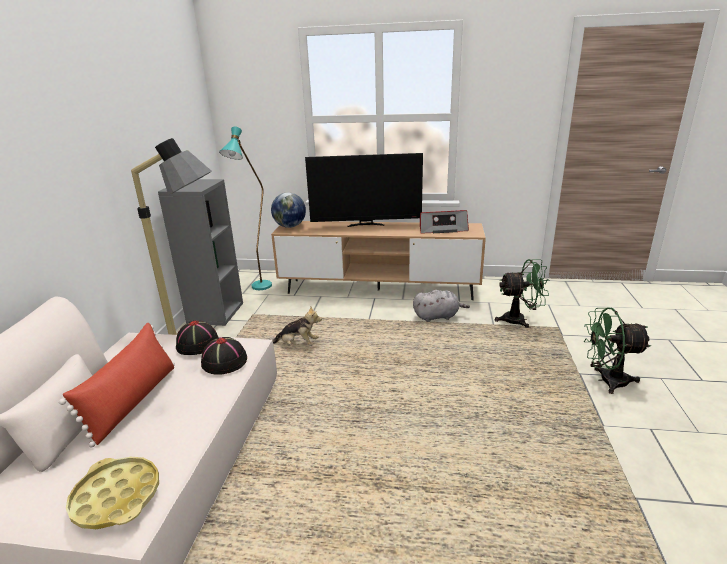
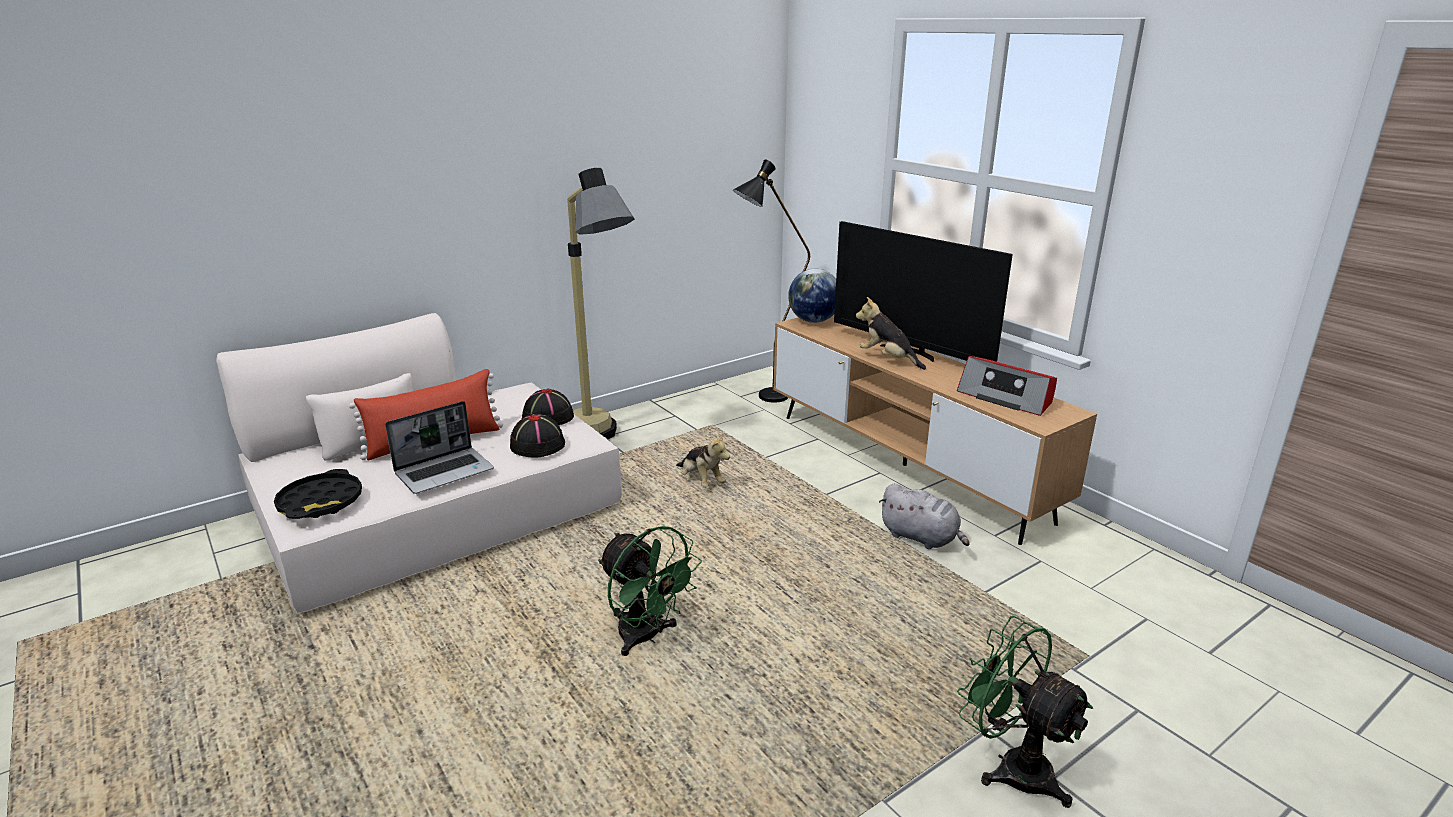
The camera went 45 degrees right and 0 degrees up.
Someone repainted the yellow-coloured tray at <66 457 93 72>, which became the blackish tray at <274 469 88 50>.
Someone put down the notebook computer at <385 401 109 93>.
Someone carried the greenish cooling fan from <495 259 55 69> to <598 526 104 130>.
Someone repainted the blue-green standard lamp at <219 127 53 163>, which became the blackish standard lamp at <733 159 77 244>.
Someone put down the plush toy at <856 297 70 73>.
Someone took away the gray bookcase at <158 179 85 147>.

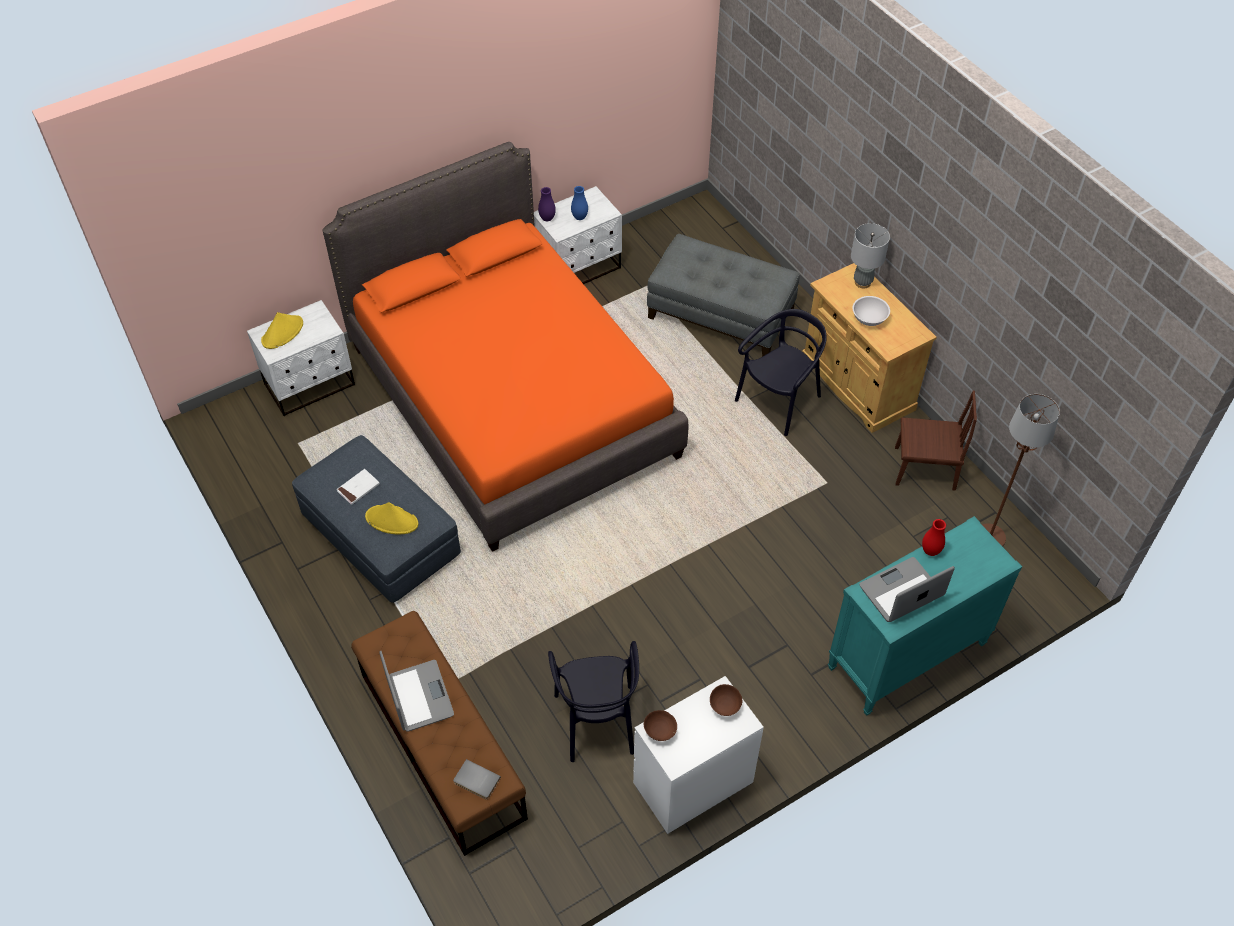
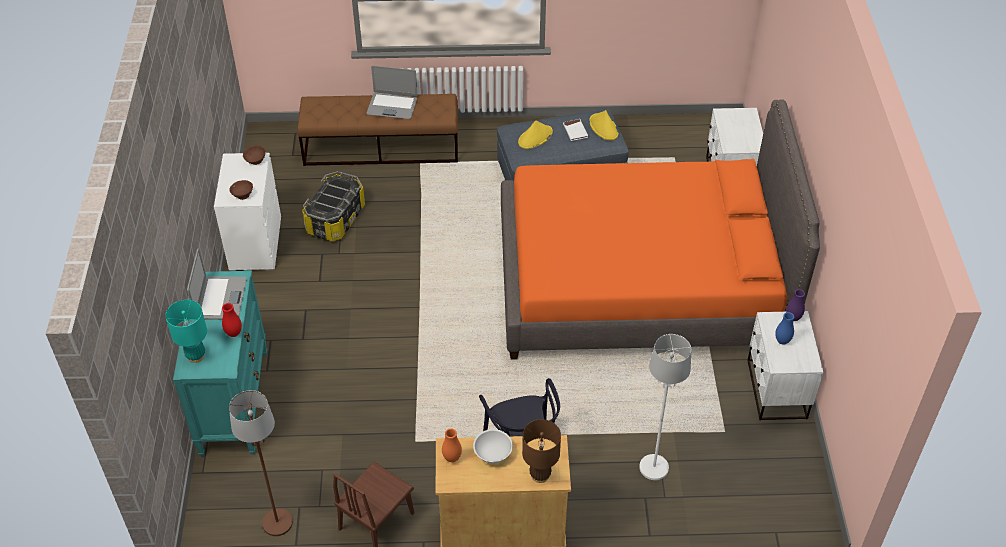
The camera went 120 degrees right and 5 degrees down.
Someone put down the blue-green tabletop lamp at <165 300 42 63>.
Someone swapped the blackish chair at <548 641 91 121> for the storage container at <302 171 63 70>.
Someone put down the orange decorative vase at <442 428 20 34>.
Someone repainted the gray tabletop lamp at <851 223 39 65>, which became the brown tabletop lamp at <522 419 39 64>.
Someone carried the yellow-coloured clothing hat from <261 312 42 37> to <589 110 29 31>.
Someone swapped the gray pouffe at <647 234 153 123> for the white-coloured standard lamp at <639 334 53 146>.
Someone took away the gray book at <453 759 48 41>.

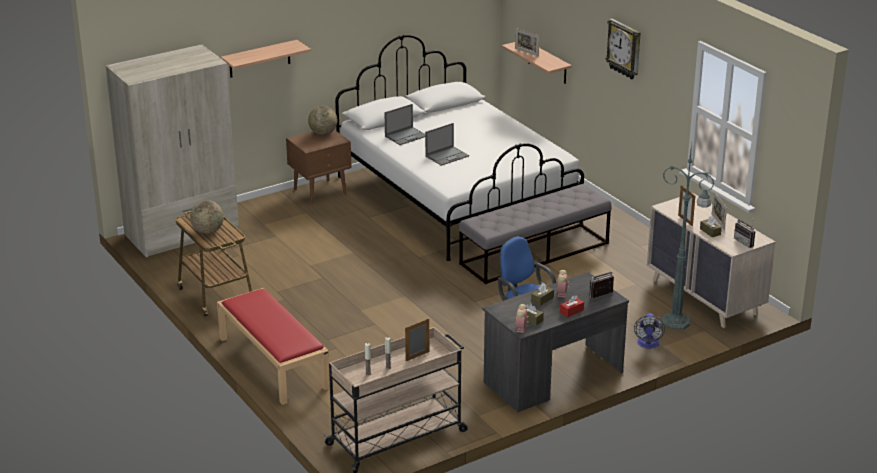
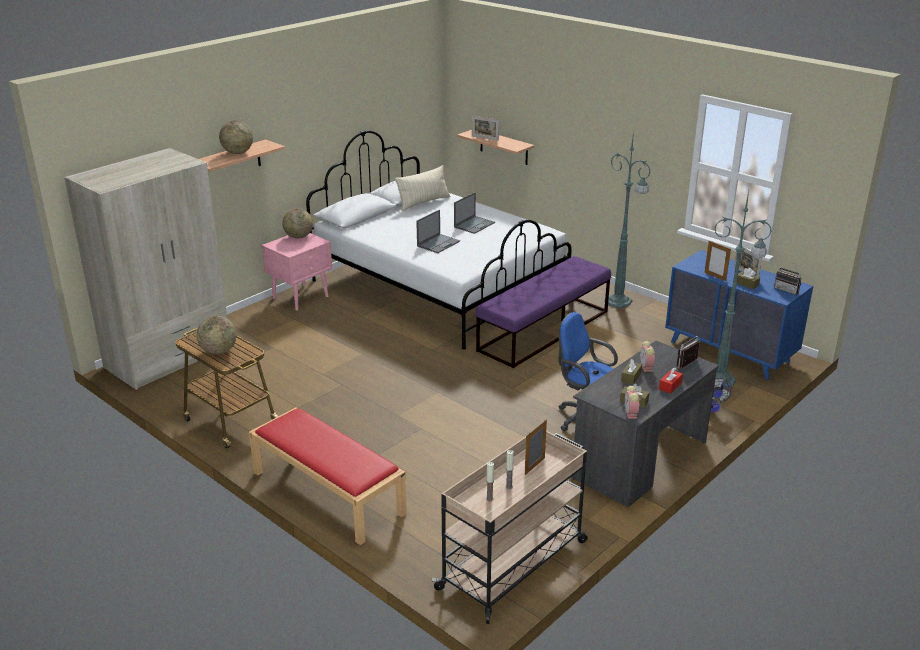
The camera went 15 degrees left and 0 degrees up.
Someone put down the world globe at <219 120 34 34>.
Someone repainted the brown night table at <286 130 65 74>, which became the pink night table at <262 233 70 77>.
Someone put down the sand-coloured pillow at <395 165 55 46>.
Someone carried the notebook computer from <384 104 41 41> to <454 192 41 42>.
Someone repainted the gray indoor bench at <459 184 153 100>, which became the purple indoor bench at <476 256 135 112>.
Someone put down the greenish standard lamp at <604 130 47 178>.
Someone repainted the sand-coloured drawer chest at <647 193 129 135>, which became the blue-coloured drawer chest at <665 250 148 130>.
Someone took away the wall clock at <605 19 36 60>.

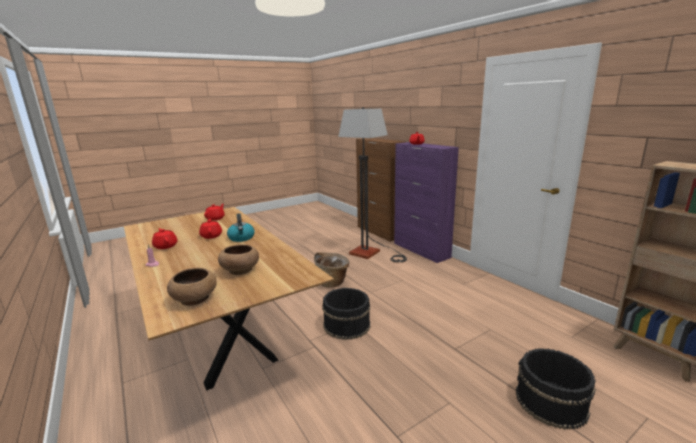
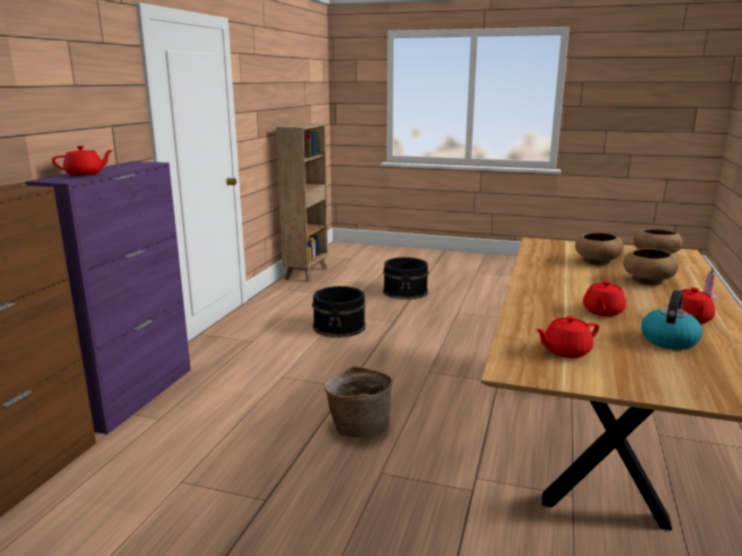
The camera went 130 degrees left and 0 degrees up.
Someone carried the blackish bucket from <322 288 48 52> to <312 286 54 52>.
Someone put down the brown deep dish at <623 248 56 37>.
Someone carried the kettle from <227 213 28 29> to <641 290 61 60>.
Someone took away the standard lamp at <338 107 69 155>.

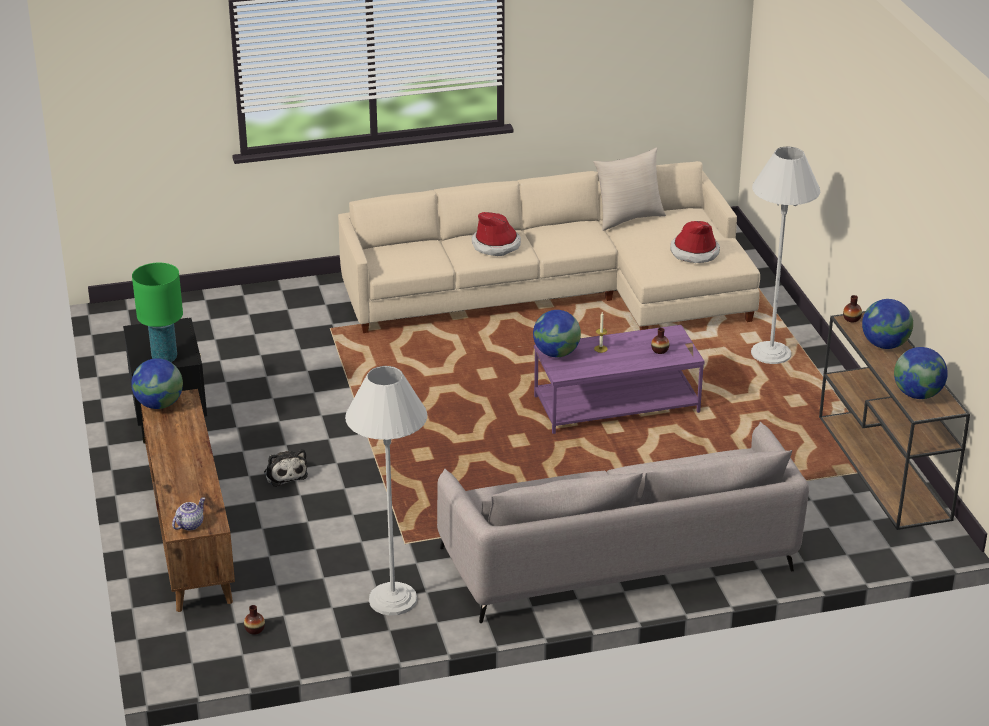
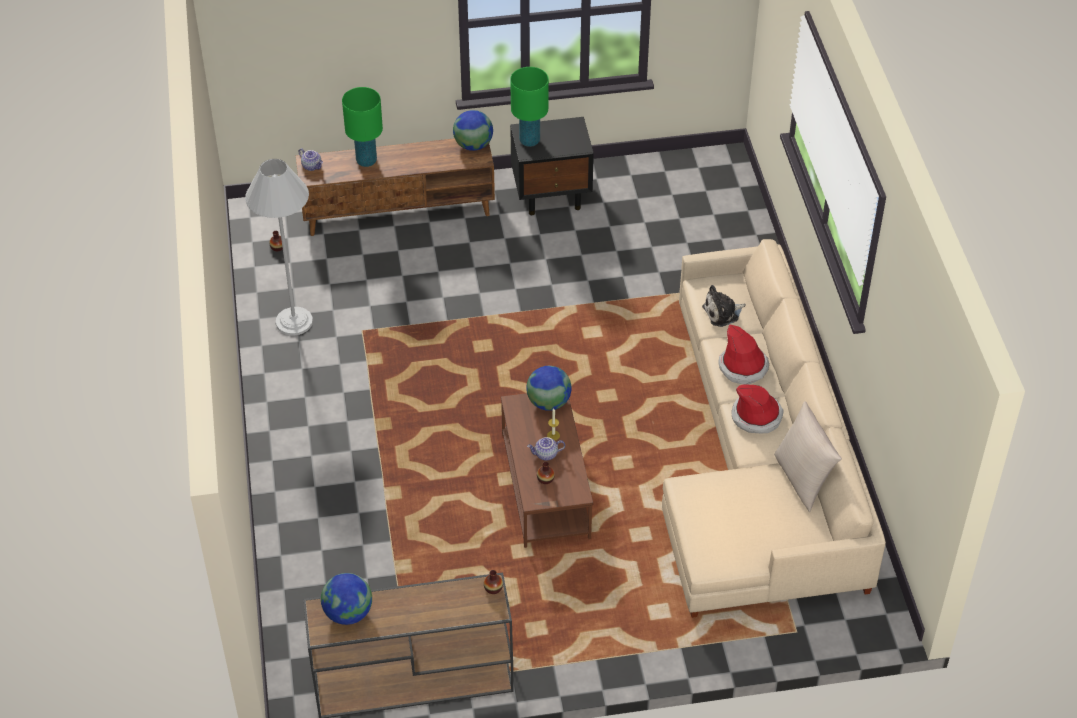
The camera went 95 degrees right and 15 degrees up.
Someone put down the greenish tabletop lamp at <342 87 41 80>.
Someone repainted the purple coffee table at <534 325 171 109>, which became the brown coffee table at <501 393 92 155>.
Someone put down the pot for tea at <527 437 38 24>.
Someone carried the plush toy from <264 449 44 38> to <702 285 44 42>.
Someone carried the clothing hat from <670 221 50 42> to <731 385 53 48>.
Someone took away the gray sofa at <437 422 372 201>.
Someone took away the white-coloured standard lamp at <751 147 69 217>.
Someone took away the world globe at <862 299 51 50>.

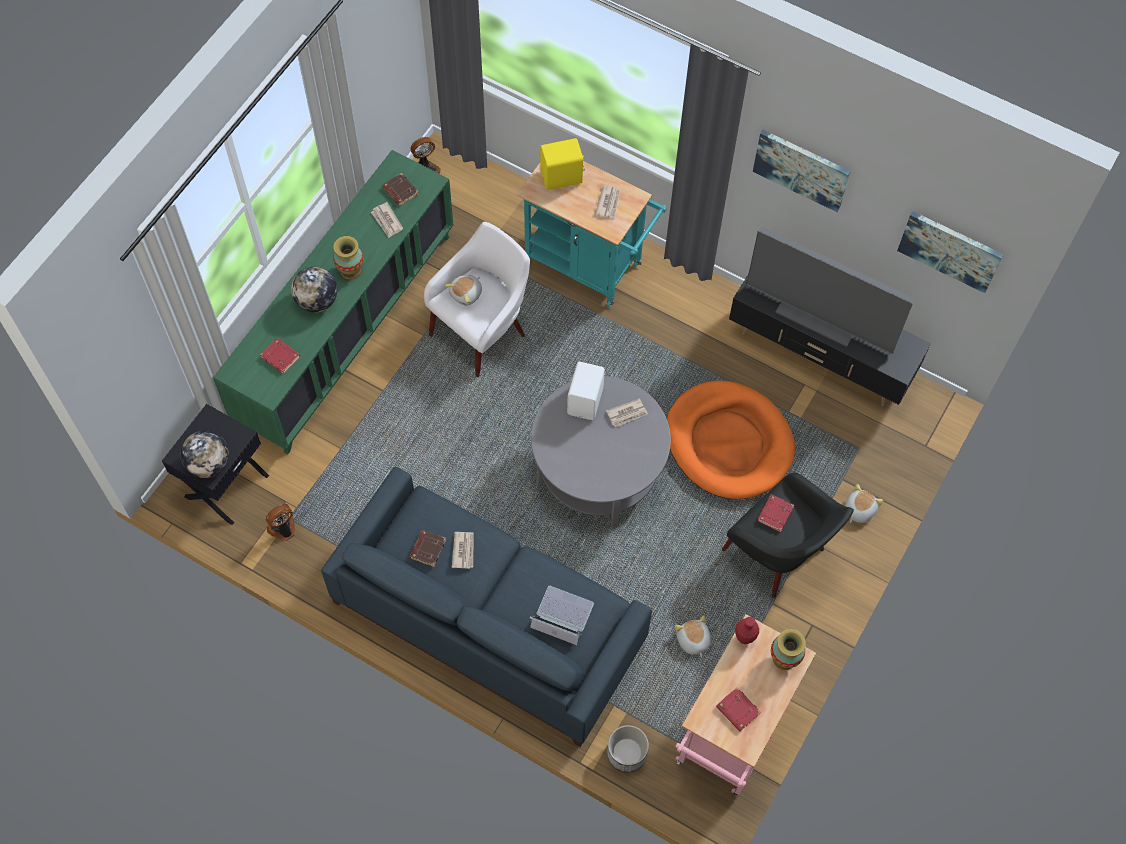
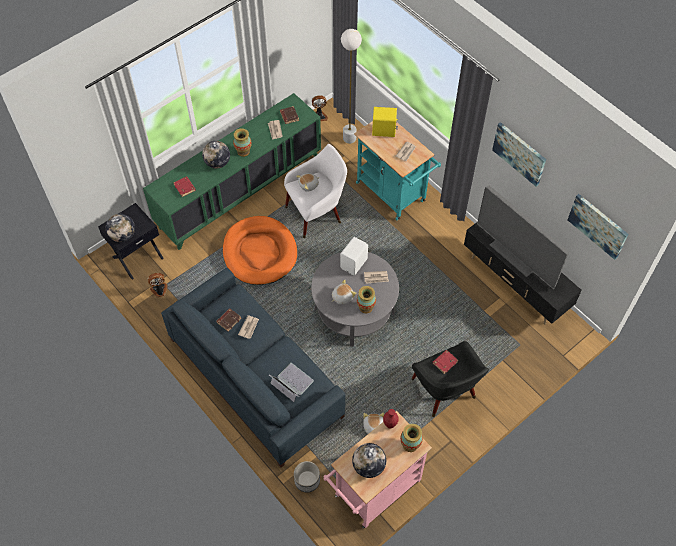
The camera went 20 degrees right and 5 degrees down.
Someone carried the orange dog bed from <667 380 128 119> to <223 216 74 69>.
Someone carried the plush toy from <845 484 38 39> to <331 279 25 25>.
Someone put down the white-coloured standard lamp at <341 29 21 115>.
Someone swapped the red book at <716 687 45 44> for the world globe at <352 443 34 35>.
Someone put down the decorative vase at <357 286 19 27>.

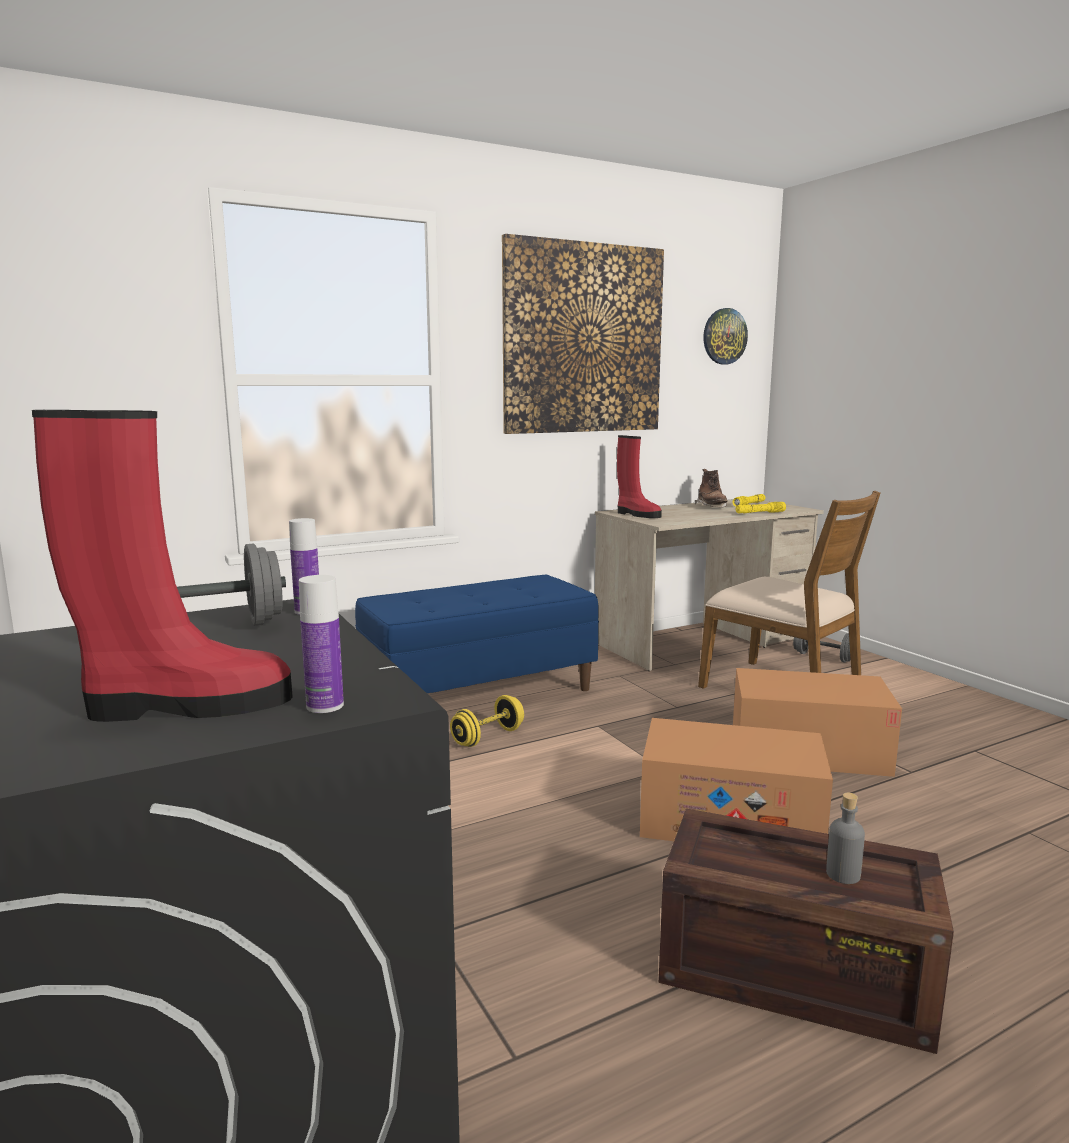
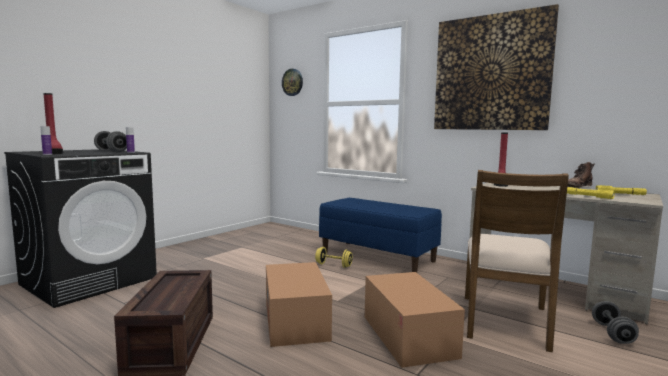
The camera went 65 degrees right and 5 degrees down.
Someone carried the wall clock from <703 308 45 56> to <282 69 21 27>.
Someone took away the gray drink bottle at <826 793 39 91>.

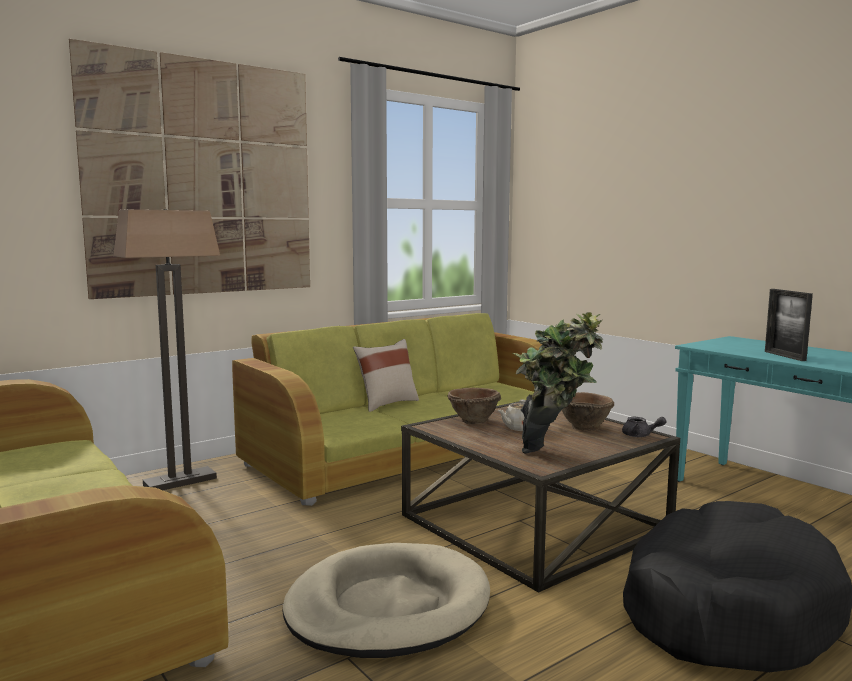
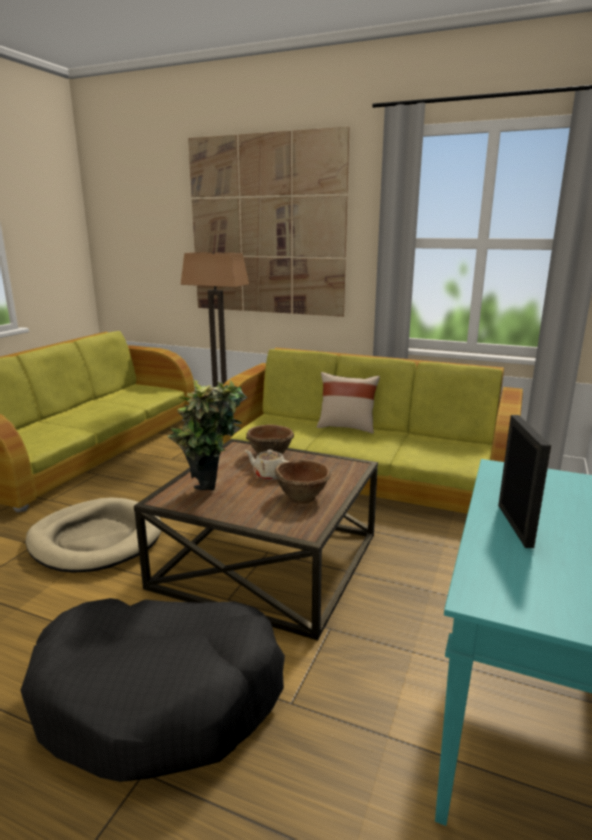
The camera went 60 degrees right and 10 degrees up.
Someone rotated the standing frame at <765 289 48 72> by 135 degrees clockwise.
Someone took away the gray pot for tea at <622 417 44 20>.

